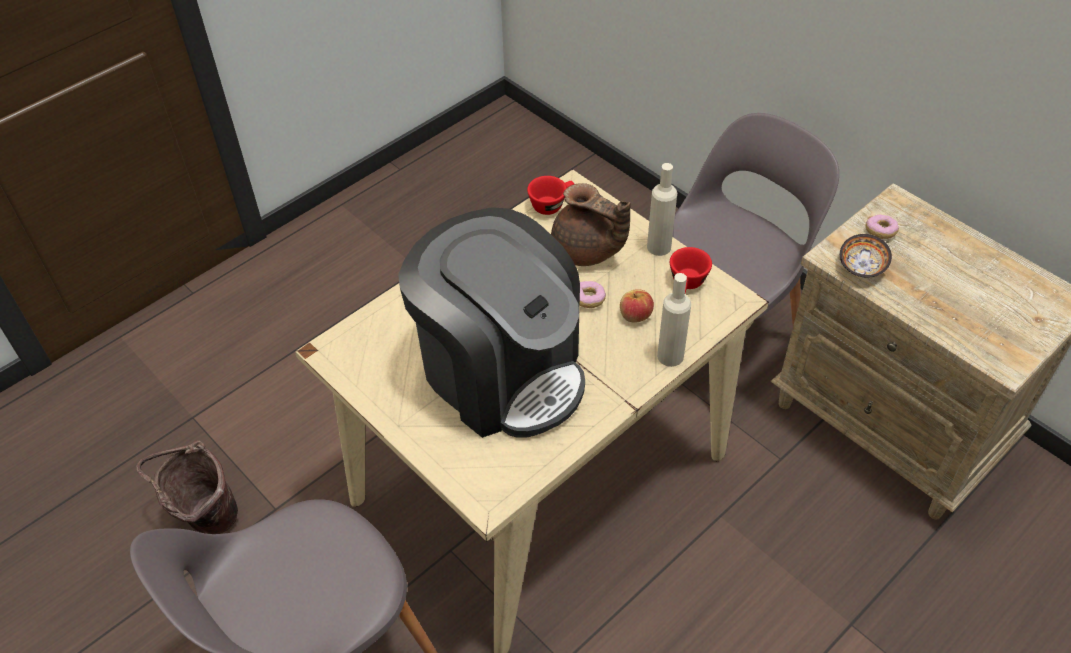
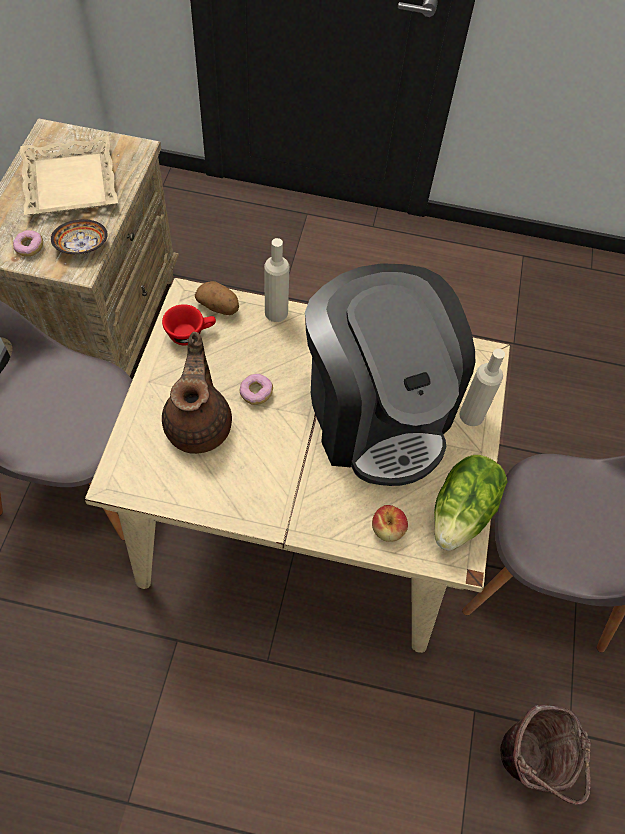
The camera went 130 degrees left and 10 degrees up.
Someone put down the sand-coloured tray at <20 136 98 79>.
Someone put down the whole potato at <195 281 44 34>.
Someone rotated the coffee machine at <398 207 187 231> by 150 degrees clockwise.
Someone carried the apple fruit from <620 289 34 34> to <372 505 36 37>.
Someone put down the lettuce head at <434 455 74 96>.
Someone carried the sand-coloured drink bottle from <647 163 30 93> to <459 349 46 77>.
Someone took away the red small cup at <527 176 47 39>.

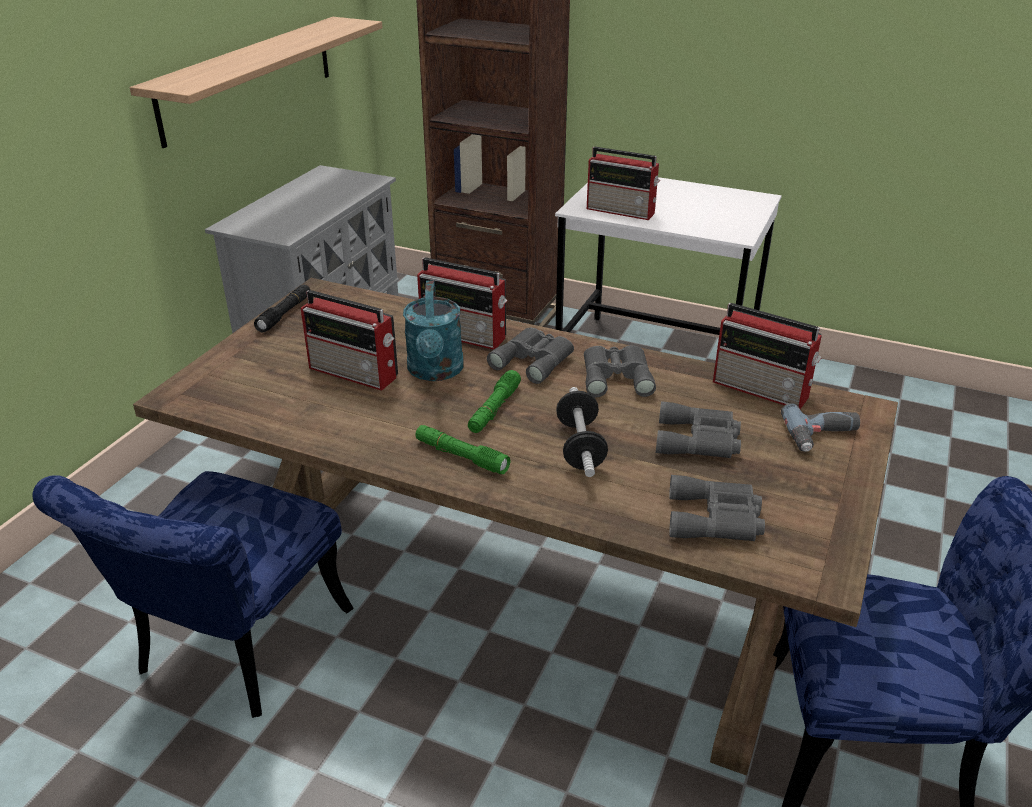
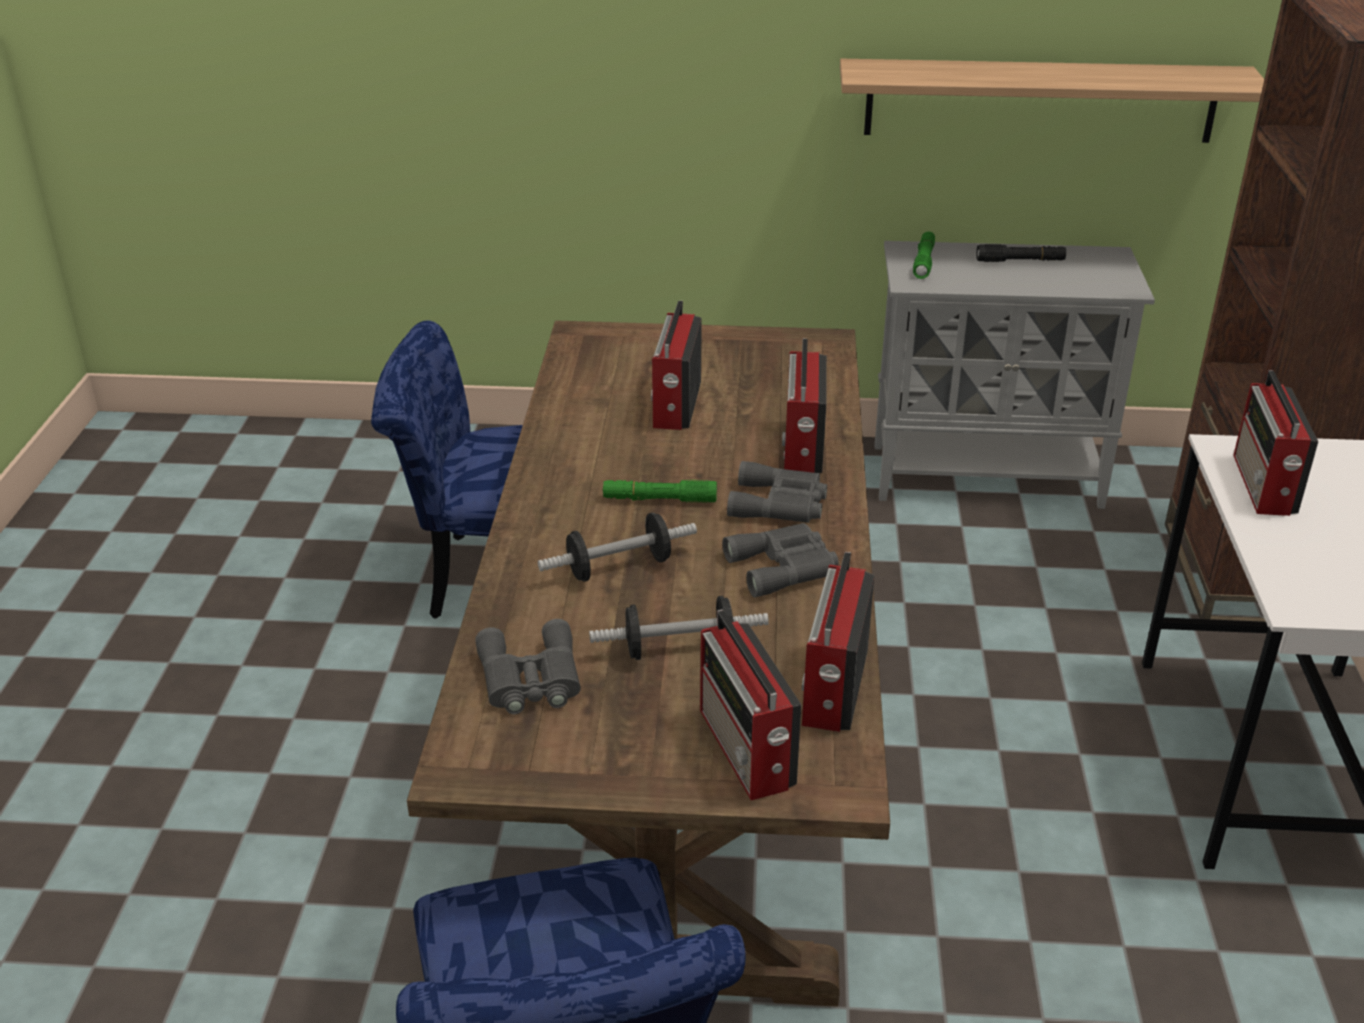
The camera went 70 degrees right and 0 degrees up.
Someone swapped the gray binoculars at <656 401 85 57> for the free weight at <589 596 180 64>.
Someone swapped the electric drill at <781 403 79 49> for the radio set at <700 609 101 191>.
Someone carried the greenish hand torch from <415 425 95 49> to <913 231 22 48>.
Someone carried the blackish hand torch from <254 285 56 47> to <976 244 90 18>.
Someone took away the blue-green sprinkling can at <403 281 61 100>.

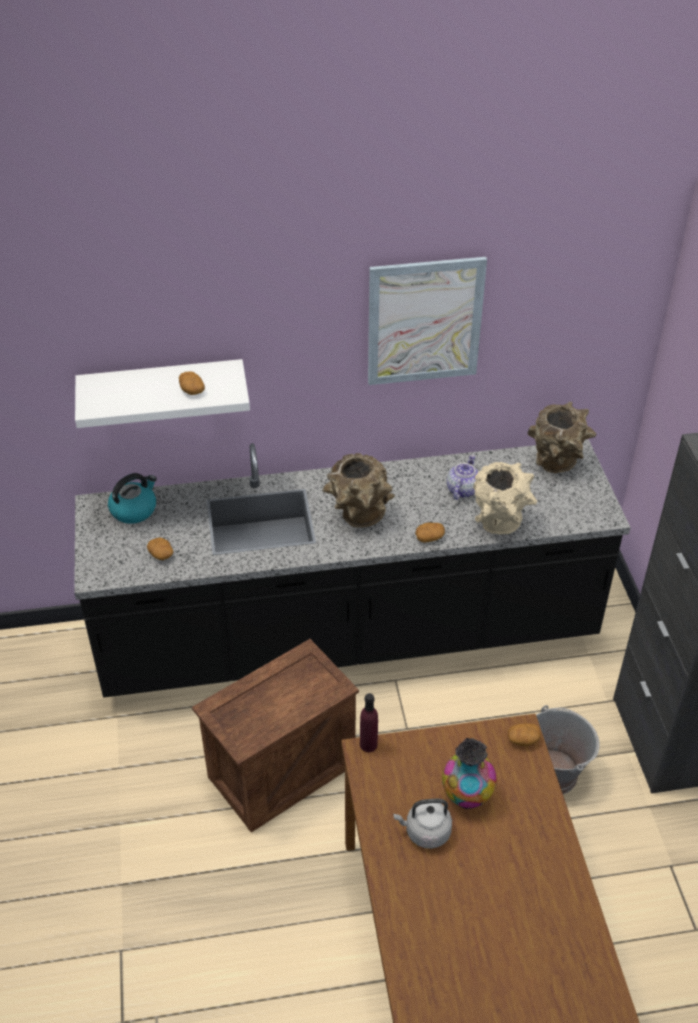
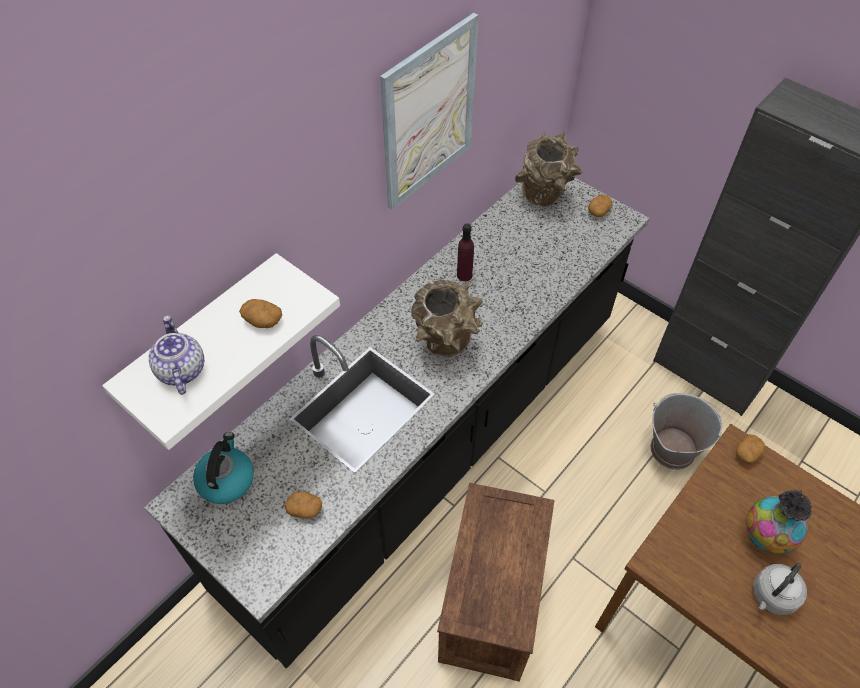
The camera went 40 degrees left and 10 degrees up.
Someone carried the pot for tea from <447 454 32 46> to <149 315 55 80>.
Someone carried the purple drink bottle from <360 693 18 59> to <457 223 17 58>.
Someone carried the whole potato from <415 522 30 20> to <588 194 24 23>.
Someone took away the sand-coloured decorative vase at <473 462 64 72>.

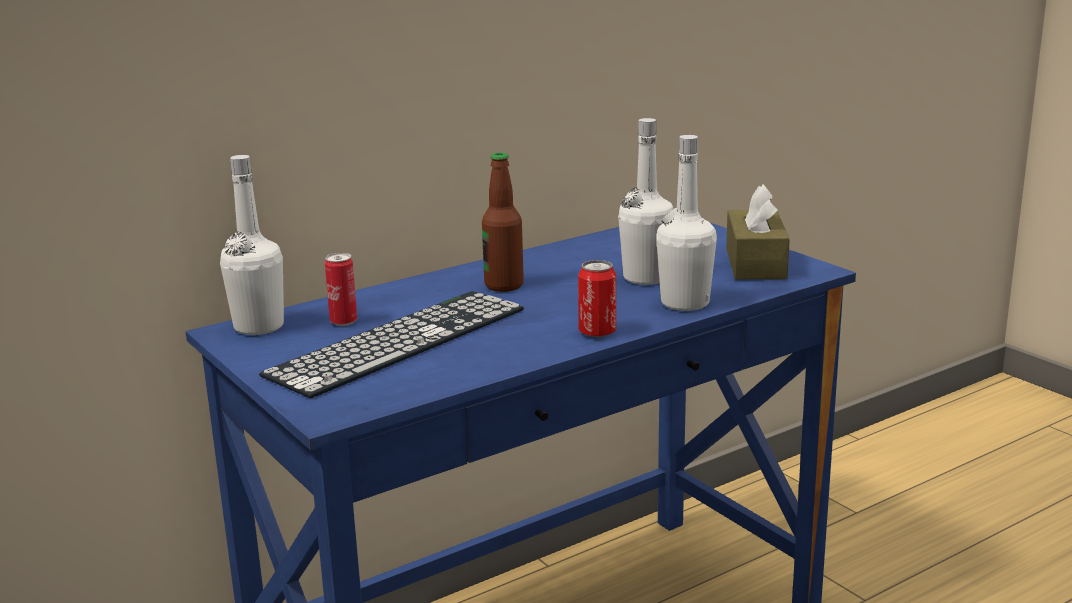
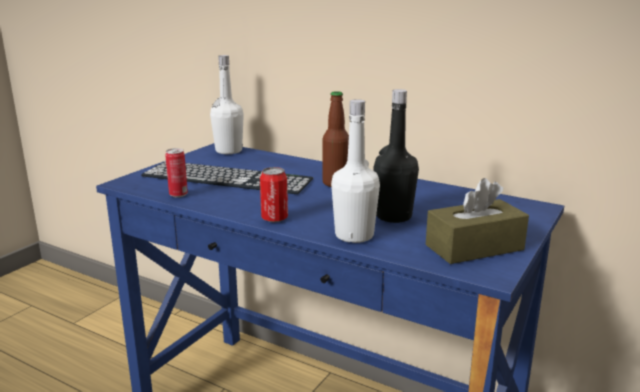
The camera went 65 degrees right and 0 degrees up.
Someone carried the can from <325 253 32 73> to <165 148 23 50>.
Someone repainted the white-coloured drink bottle at <618 118 55 167>, which became the blackish drink bottle at <373 89 46 134>.

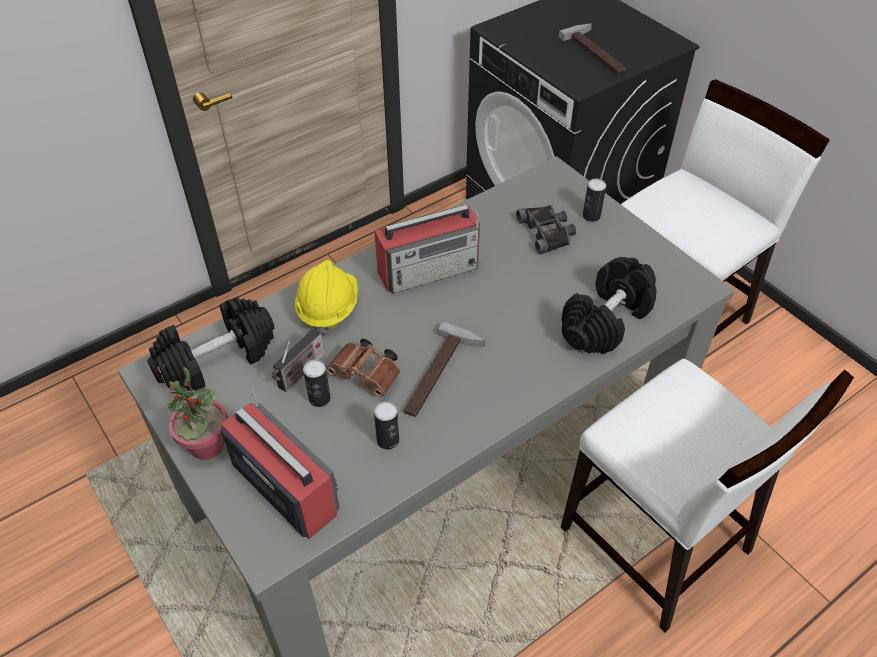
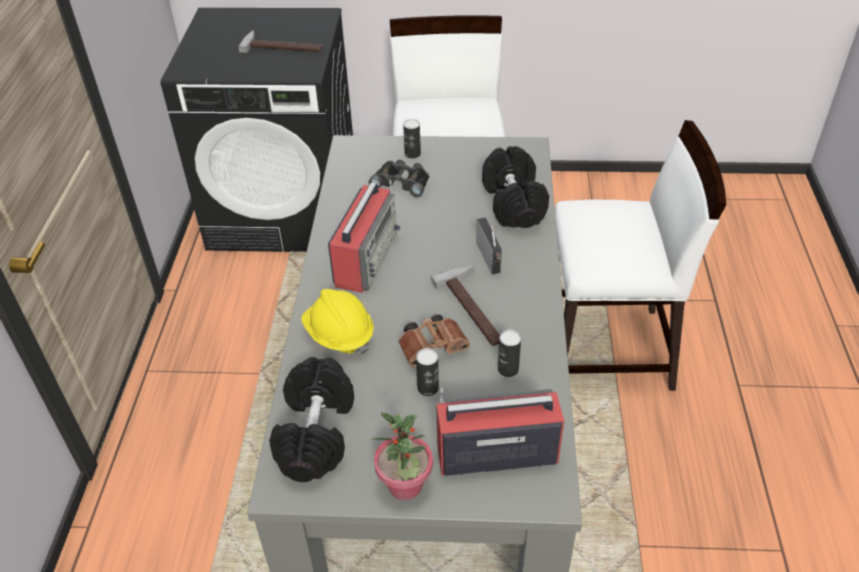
The camera went 50 degrees left and 5 degrees down.
Someone carried the radio set from <272 328 53 64> to <476 218 26 56>.

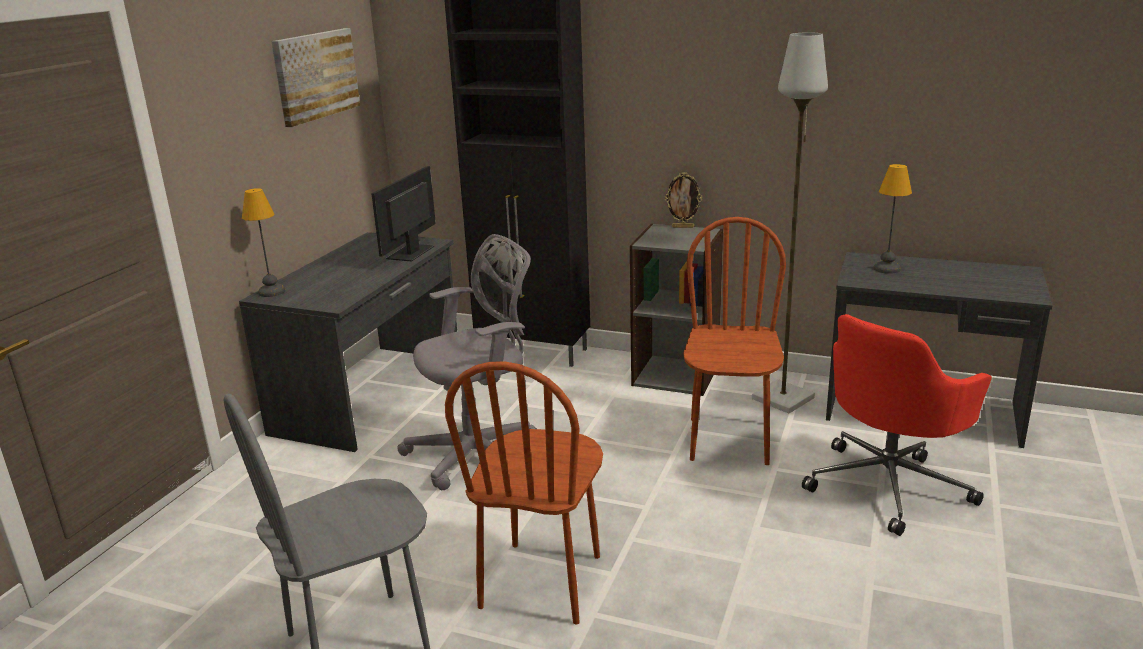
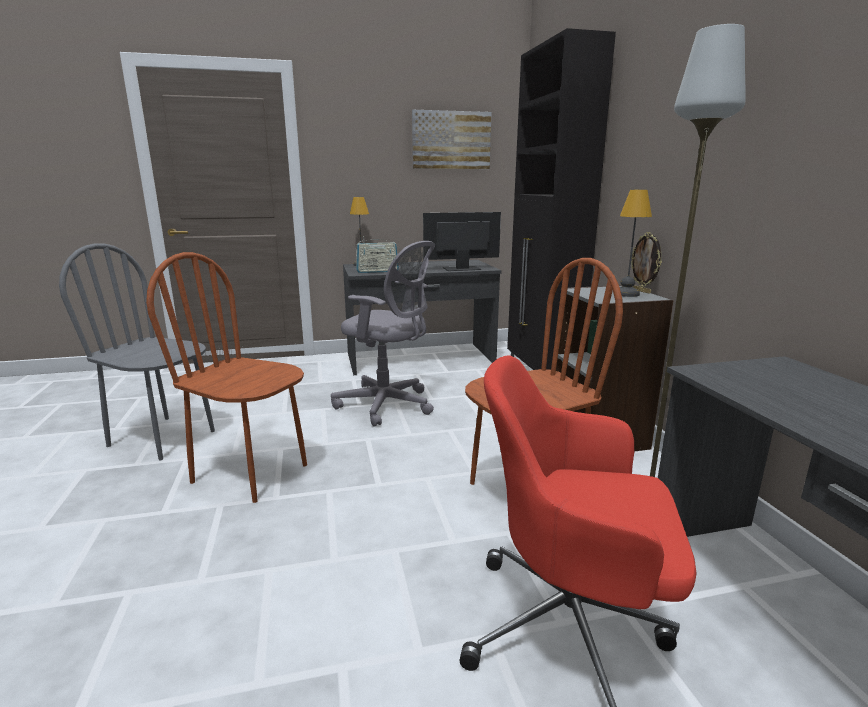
The camera went 55 degrees right and 5 degrees down.
Someone rotated the brown chair at <445 361 158 263> by 45 degrees clockwise.
Someone put down the radio set at <356 236 43 37>.
Someone carried the tabletop lamp from <873 164 39 110> to <620 190 32 107>.

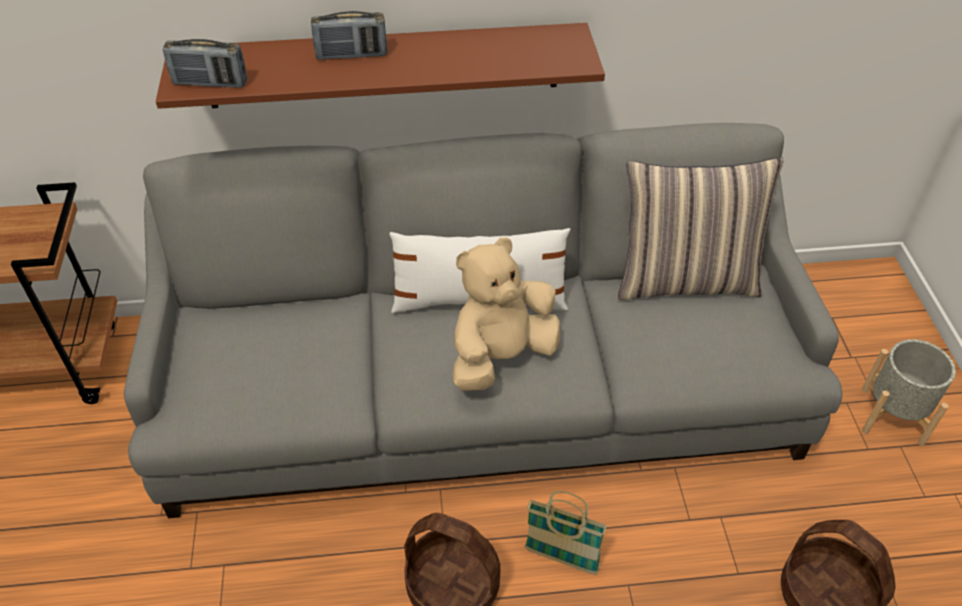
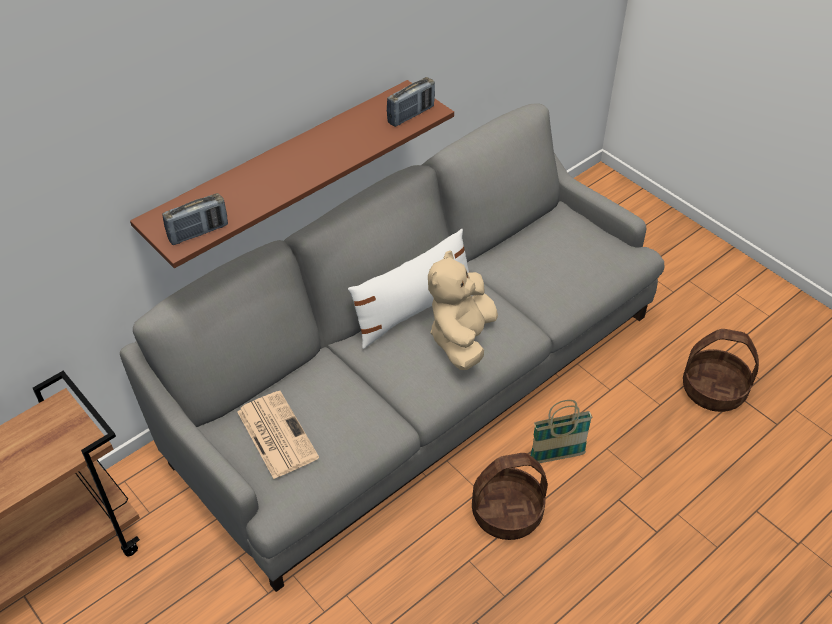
The camera went 35 degrees left and 0 degrees up.
Someone put down the daily paper at <237 391 82 88>.
Someone carried the radio set from <311 11 76 49> to <387 77 48 50>.
Someone took away the pillow at <618 157 166 143>.
Someone took away the gray planter at <862 339 94 107>.

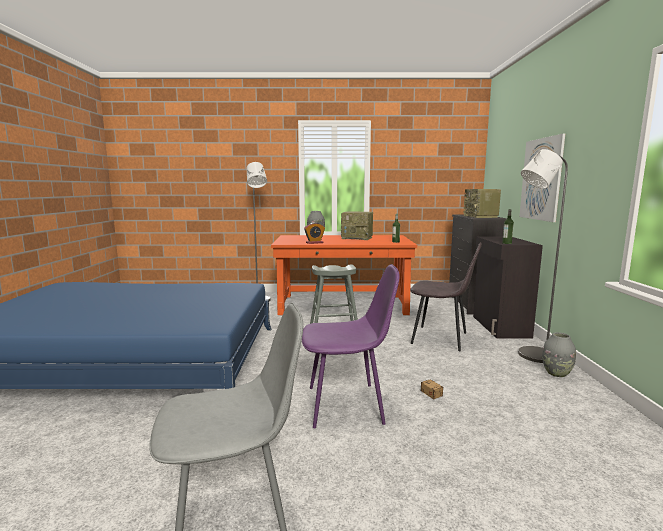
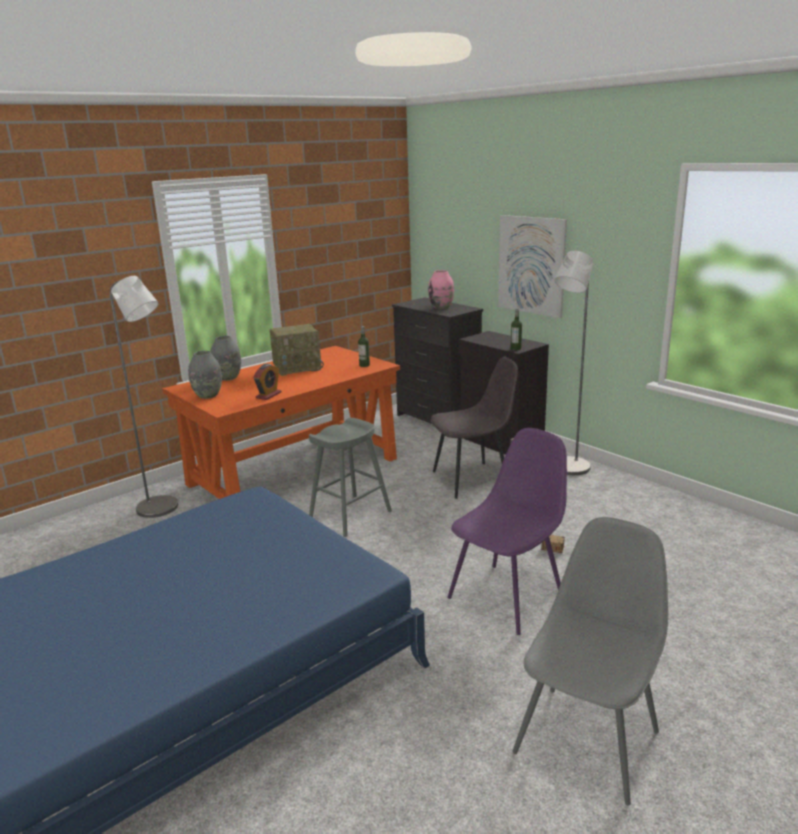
The camera went 40 degrees left and 10 degrees up.
Someone carried the gray decorative vase from <542 332 34 45> to <188 351 34 48>.
Someone swapped the radio set at <464 189 37 29> for the pink decorative vase at <428 270 26 39>.

